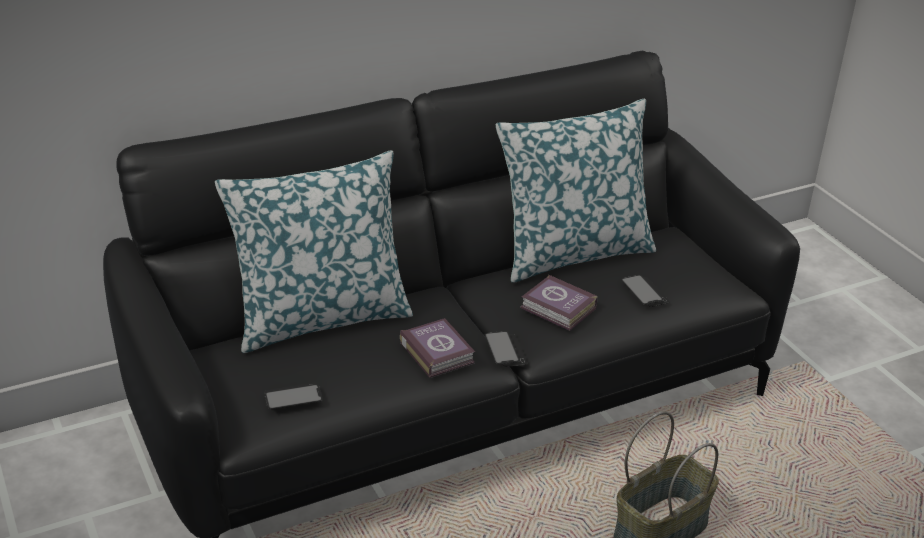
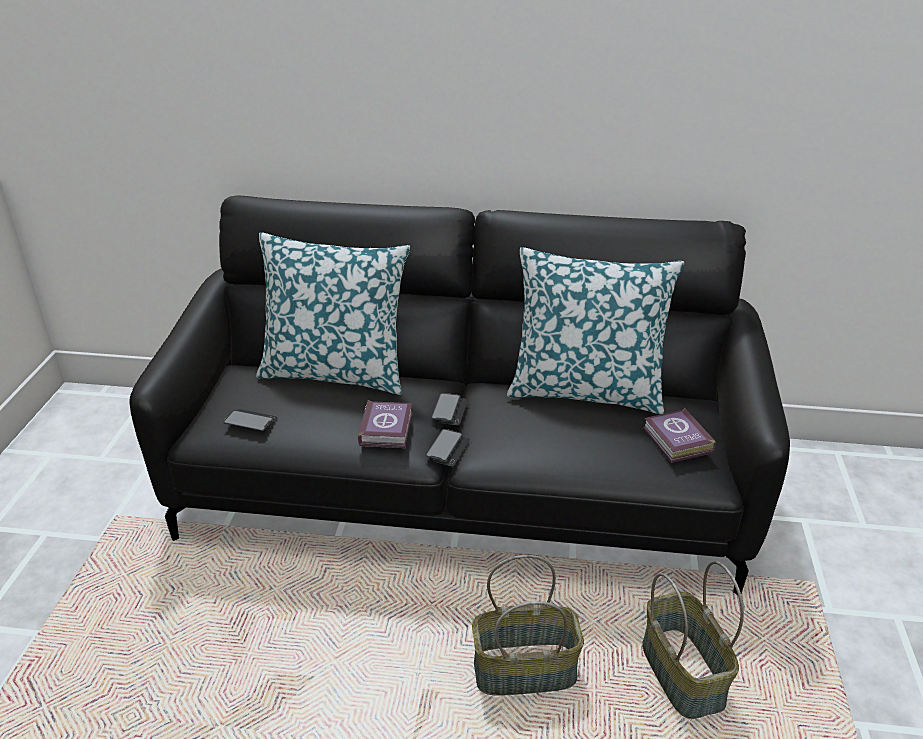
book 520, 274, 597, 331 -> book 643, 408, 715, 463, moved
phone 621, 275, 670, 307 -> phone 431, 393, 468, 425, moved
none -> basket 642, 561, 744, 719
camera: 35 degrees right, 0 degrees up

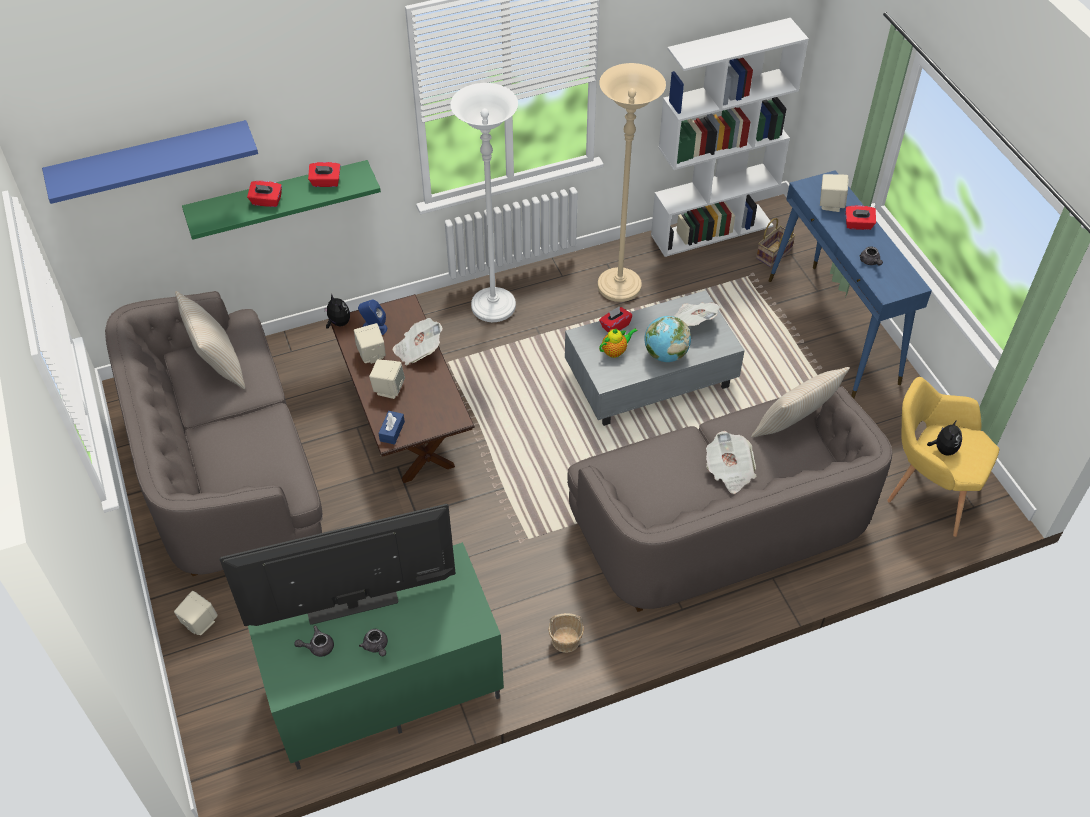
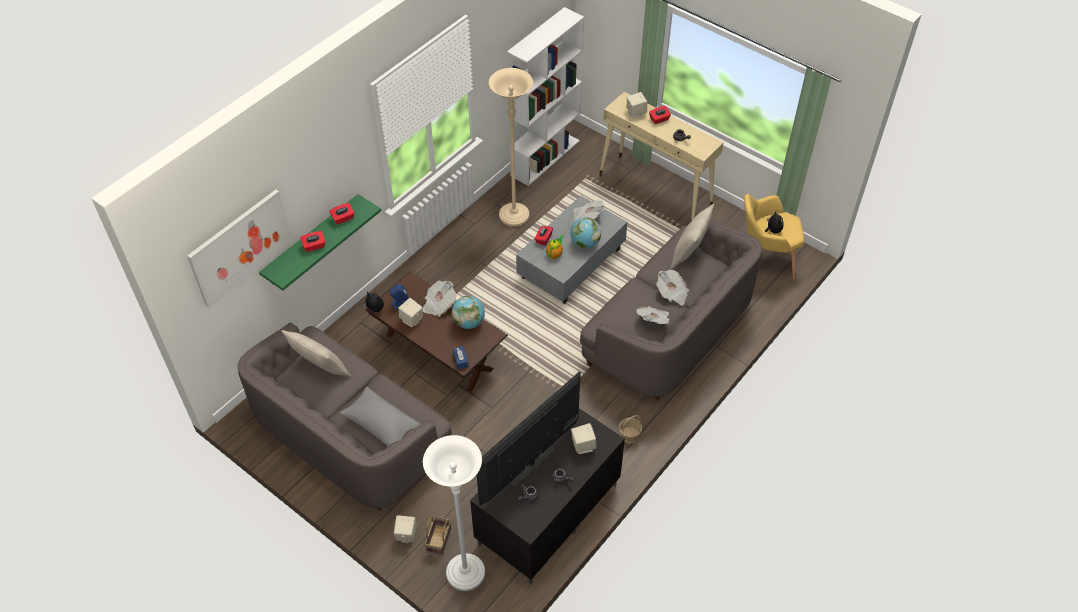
floor lamp (white) 451, 83, 518, 322 -> floor lamp (white) 423, 435, 485, 591, moved
shelf (blue) 42, 120, 258, 204 -> picture 187, 189, 292, 308
console table (blue) 769, 170, 932, 399 -> console table (beige) 599, 92, 724, 221
basket 756, 218, 796, 267 -> basket 425, 516, 451, 556, moved
speaker (beige) 369, 359, 405, 399 -> speaker (beige) 571, 423, 597, 454, moved
tv stand (green) 248, 542, 504, 770 -> tv stand (black) 470, 408, 625, 584
none -> globe 452, 296, 485, 329
none -> newspaper 636, 306, 670, 324
none -> pillow (grey) 340, 387, 420, 446
camera: 30 degrees left, 0 degrees up

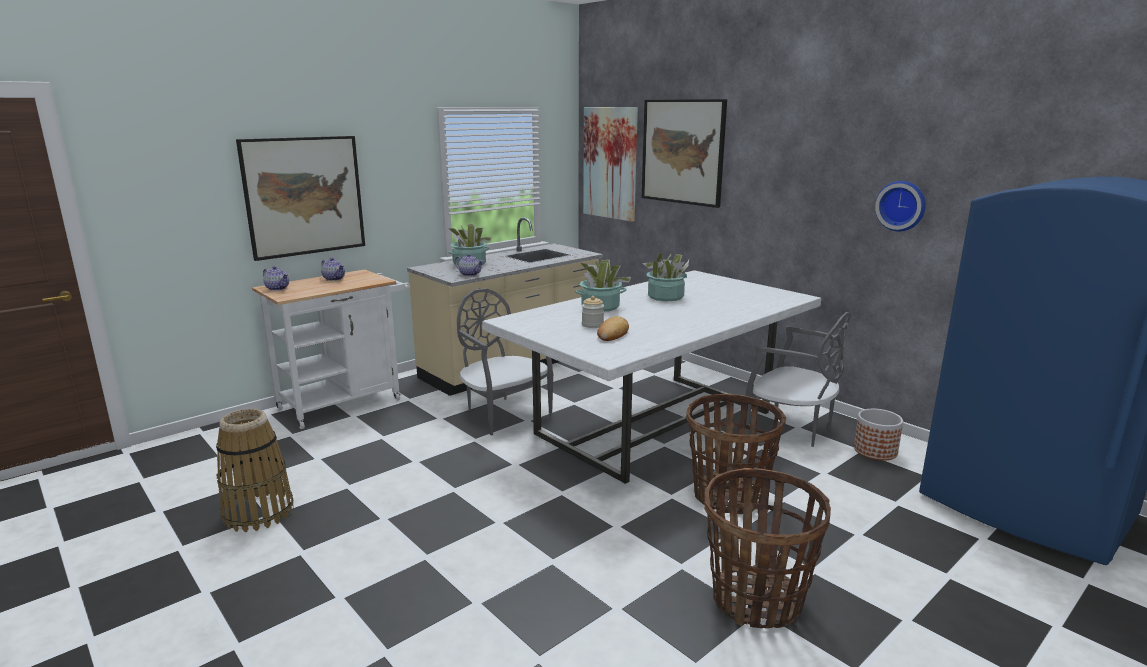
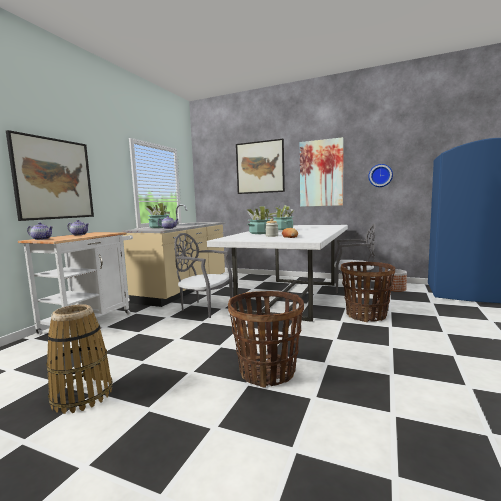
picture 583, 107, 638, 222 -> picture 300, 137, 344, 207, moved
basket 704, 468, 831, 628 -> basket 228, 291, 304, 388, moved
camera: 25 degrees left, 10 degrees down

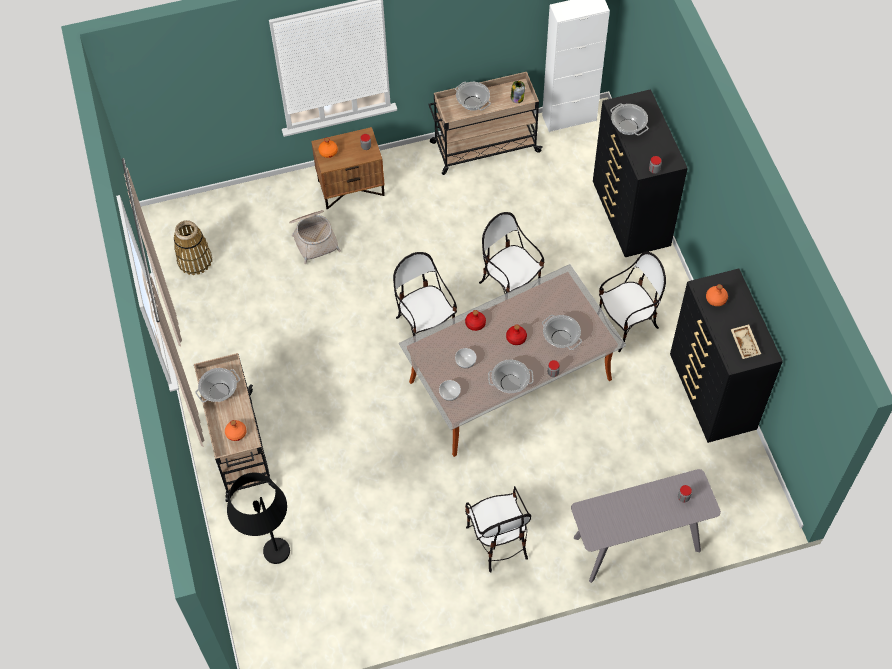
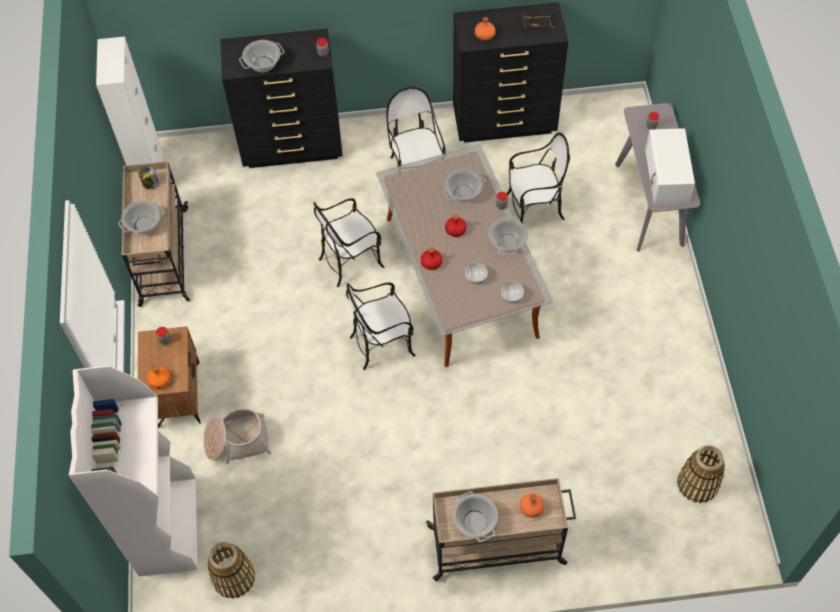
tray (beige) 731, 324, 761, 359 -> tray (black) 521, 13, 555, 29
floor lamp (black) 227, 473, 290, 564 -> none
chair 465, 486, 531, 572 -> chair 507, 133, 570, 223, moved
none -> microwave (white) 645, 128, 695, 204
none -> bookcase (white) 69, 366, 198, 576
none -> basket 677, 445, 725, 503
camera: 80 degrees left, 0 degrees up

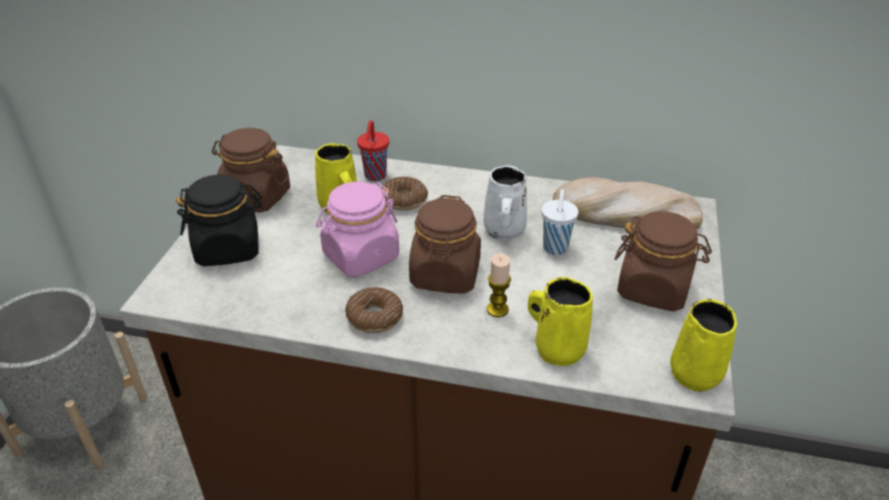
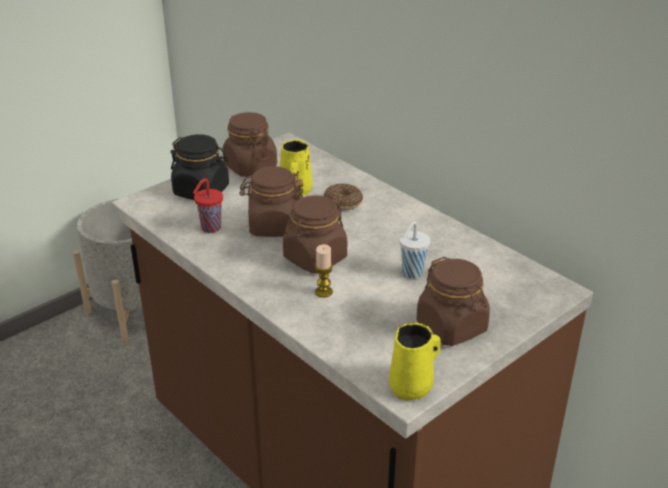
cup (red) 357, 120, 389, 181 -> cup (red) 193, 178, 223, 233, moved
mug (white) 483, 165, 527, 241 -> none
bread 553, 177, 703, 229 -> none
jar (pink) 316, 182, 399, 277 -> jar (brown) 239, 166, 303, 237
mug (yellow) 528, 277, 593, 366 -> none
donut 345, 287, 403, 333 -> none
camera: 35 degrees right, 5 degrees down

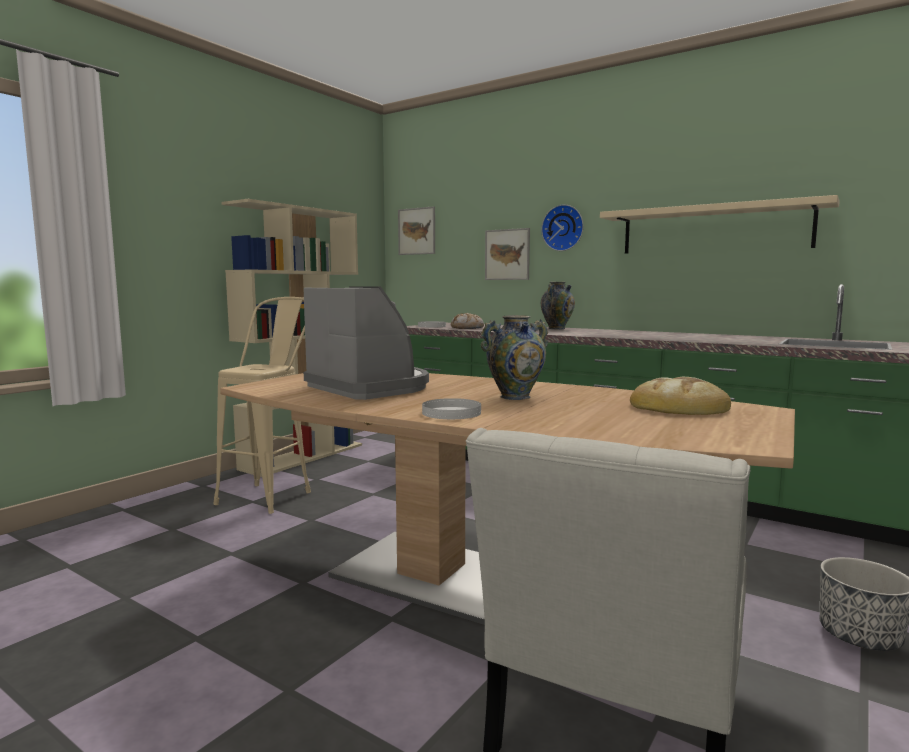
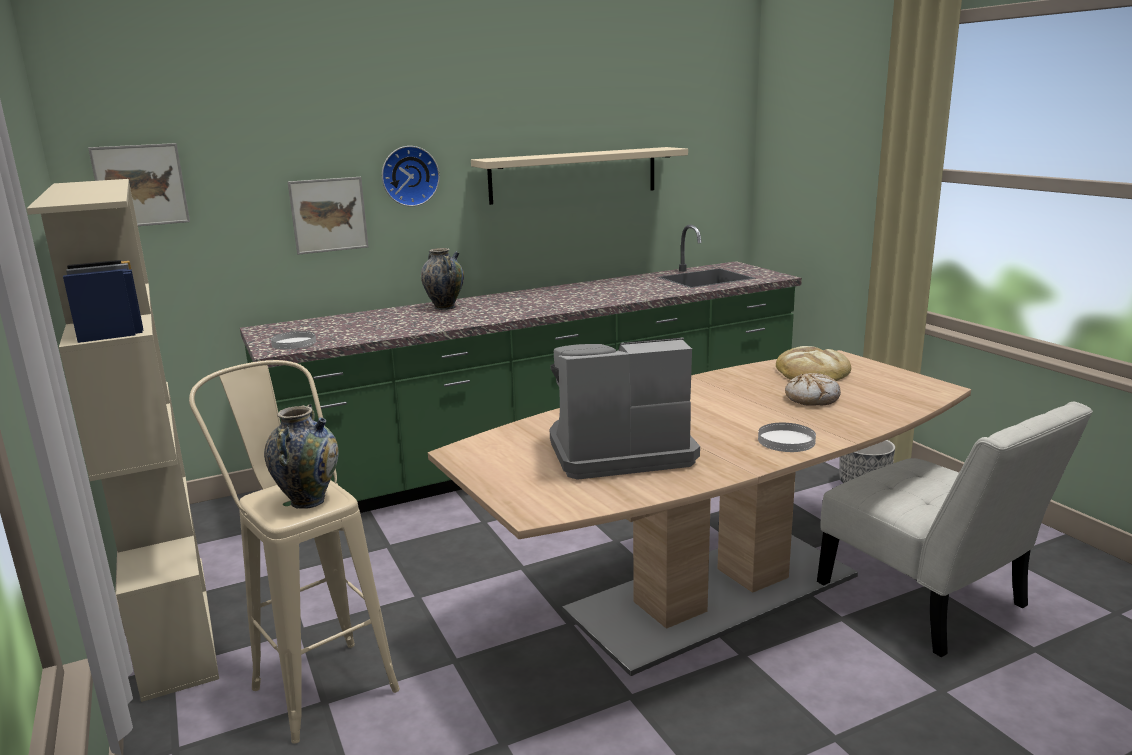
bread 451, 313, 484, 329 -> bread 785, 373, 841, 406, moved
vase 481, 315, 548, 400 -> vase 264, 404, 338, 509, moved
camera: 60 degrees left, 10 degrees up

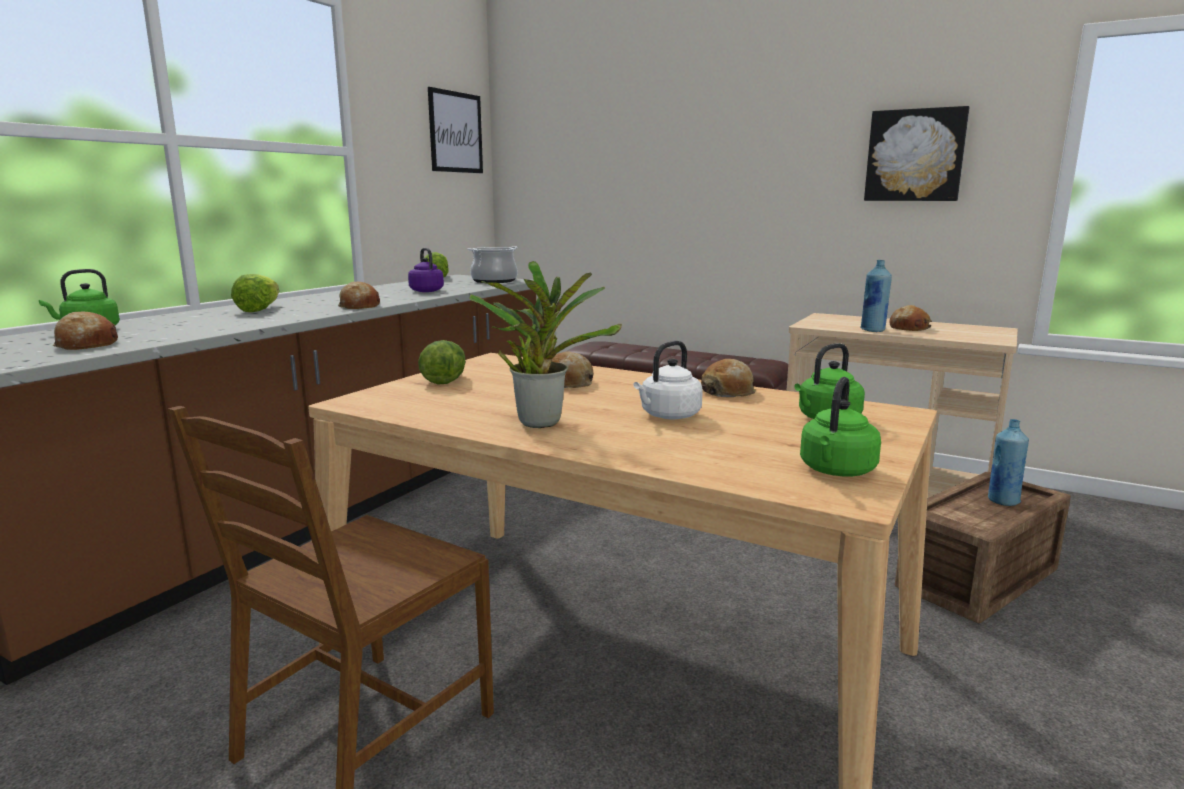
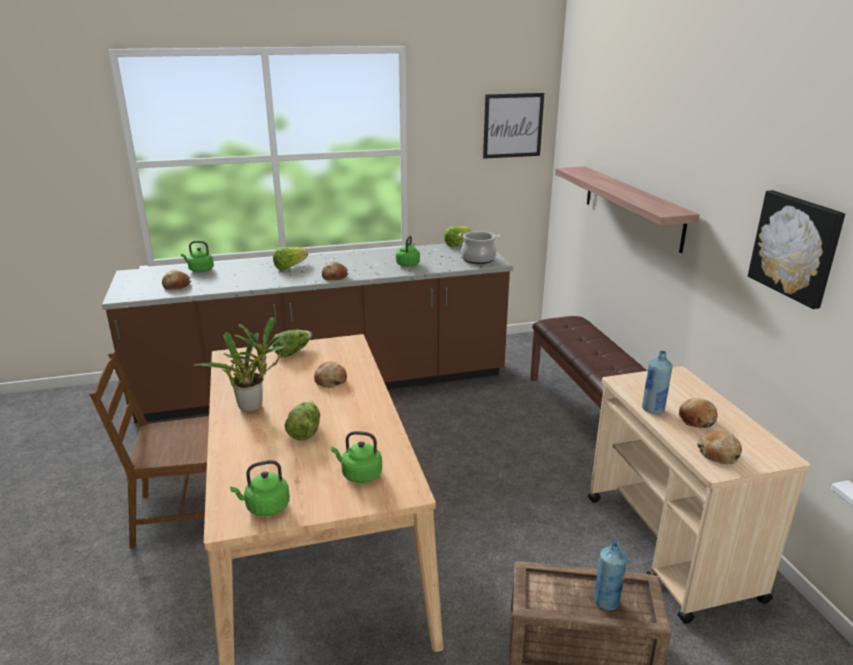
kettle (purple) 408, 248, 444, 292 -> kettle (green) 396, 235, 420, 267
kettle (white) 634, 341, 703, 419 -> lettuce 285, 401, 320, 440
bread 701, 359, 756, 397 -> bread 697, 431, 742, 464, moved
none -> shelf 555, 166, 700, 253
camera: 45 degrees right, 10 degrees up

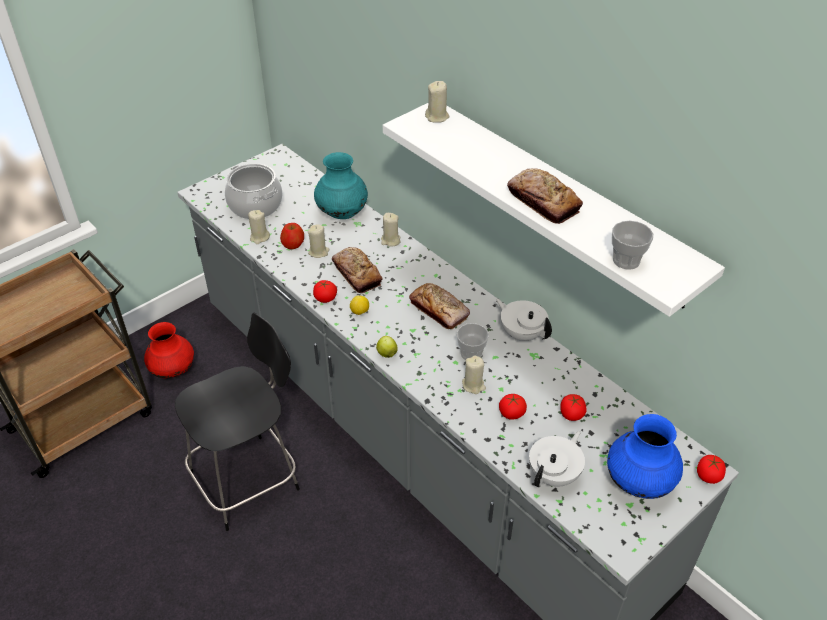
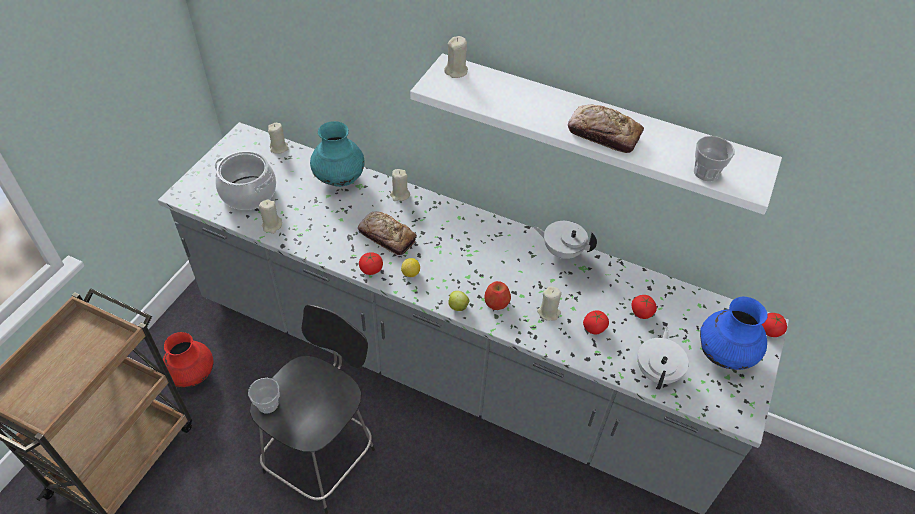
apple 280, 223, 304, 249 -> apple 484, 281, 511, 310, moved
candle (beige) 308, 224, 329, 258 -> candle (beige) 268, 123, 289, 154, moved
bread 409, 283, 470, 329 -> none
cup 457, 323, 489, 360 -> cup 248, 378, 279, 414, moved
camera: 25 degrees left, 5 degrees up

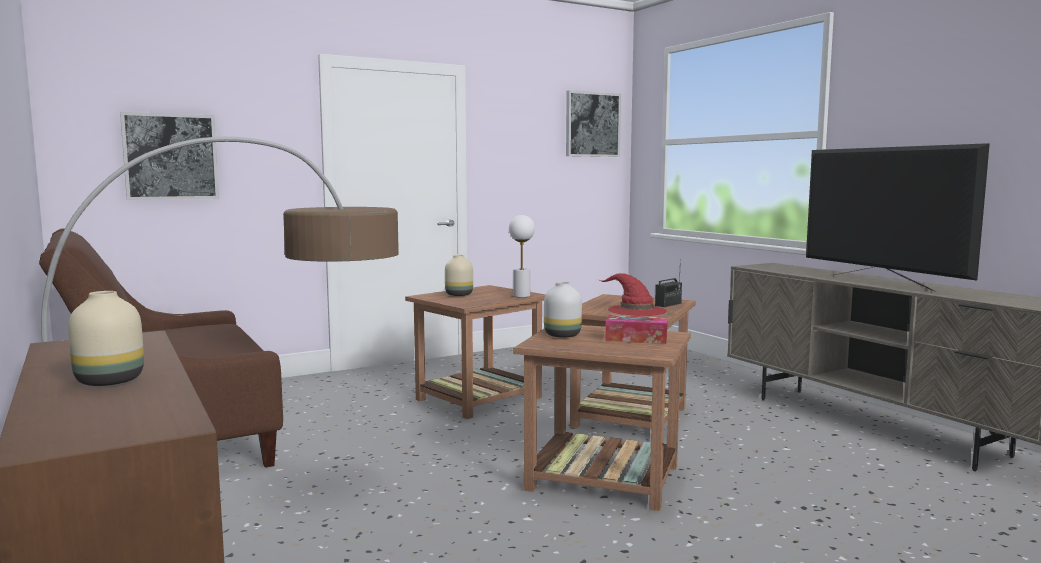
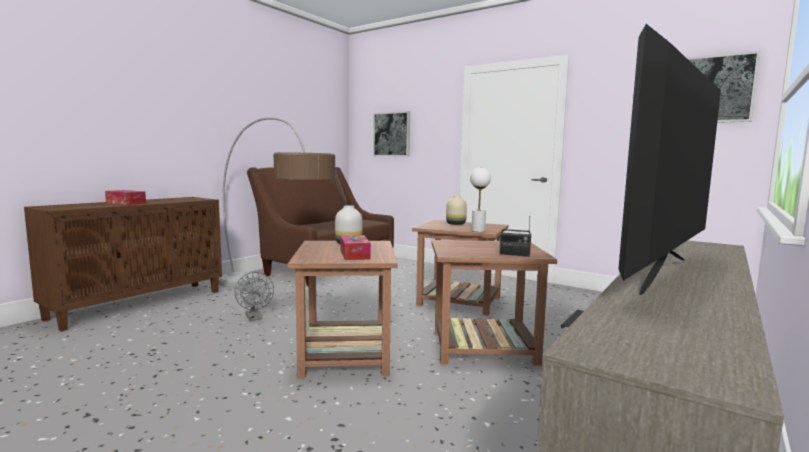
hat (red) 599, 273, 667, 316 -> none
vase (beige) 68, 291, 144, 386 -> tissue box 105, 190, 146, 205
none -> fan (grey) 235, 272, 274, 321
camera: 65 degrees right, 0 degrees up

